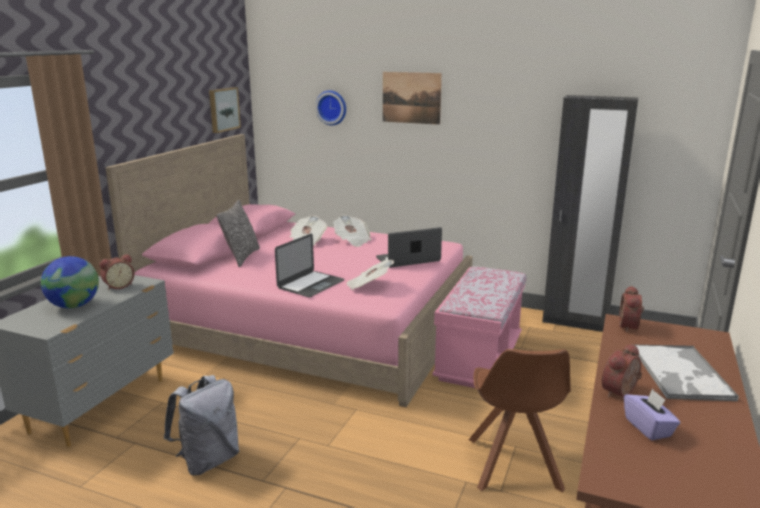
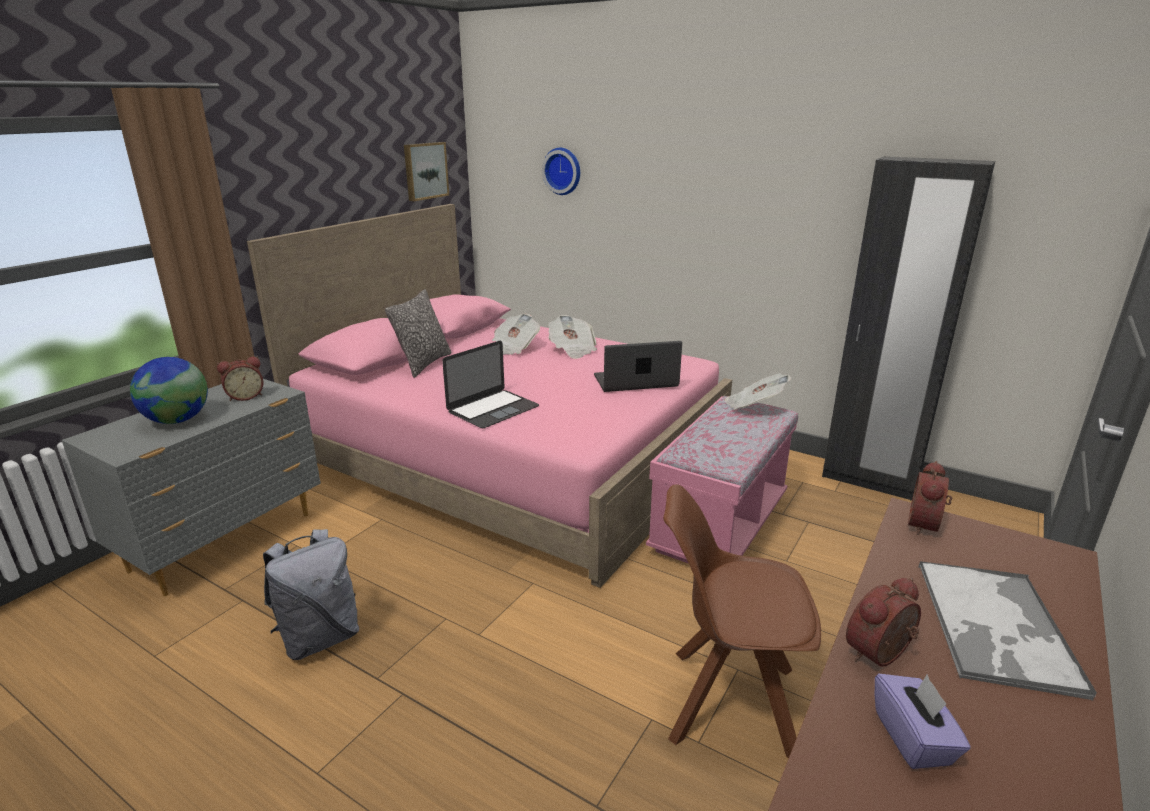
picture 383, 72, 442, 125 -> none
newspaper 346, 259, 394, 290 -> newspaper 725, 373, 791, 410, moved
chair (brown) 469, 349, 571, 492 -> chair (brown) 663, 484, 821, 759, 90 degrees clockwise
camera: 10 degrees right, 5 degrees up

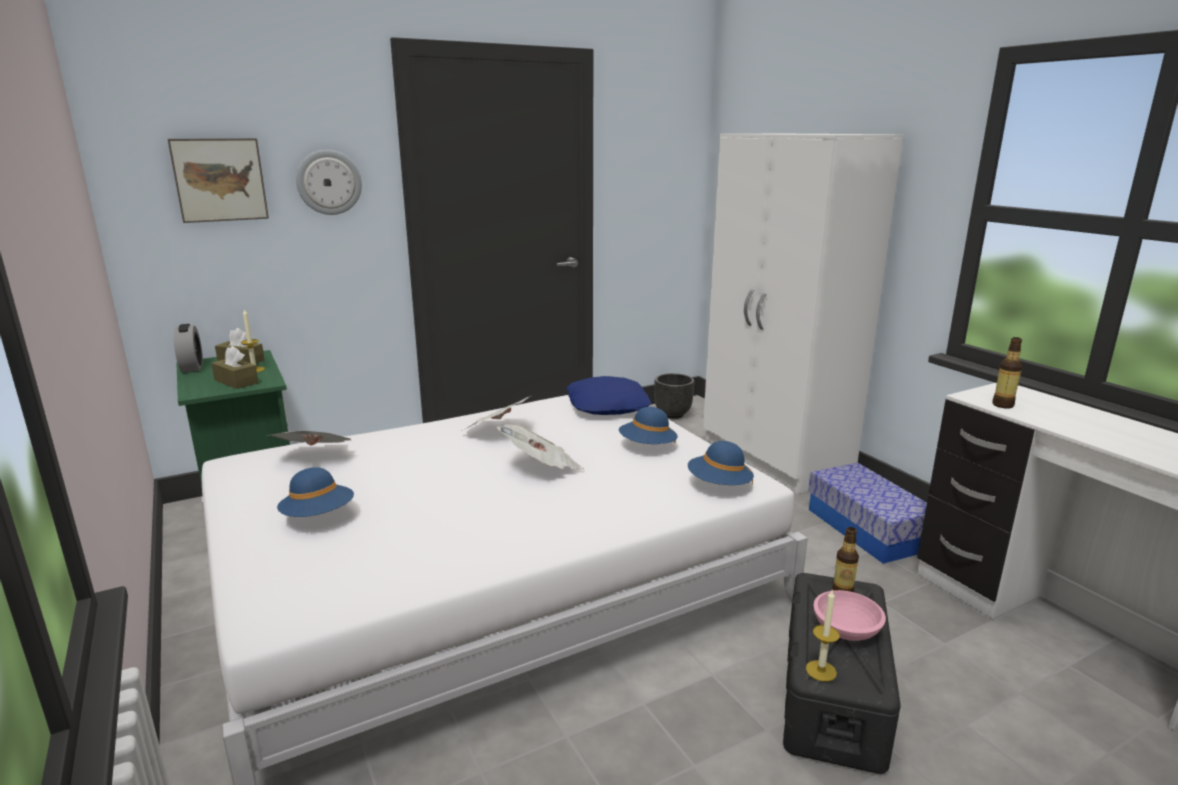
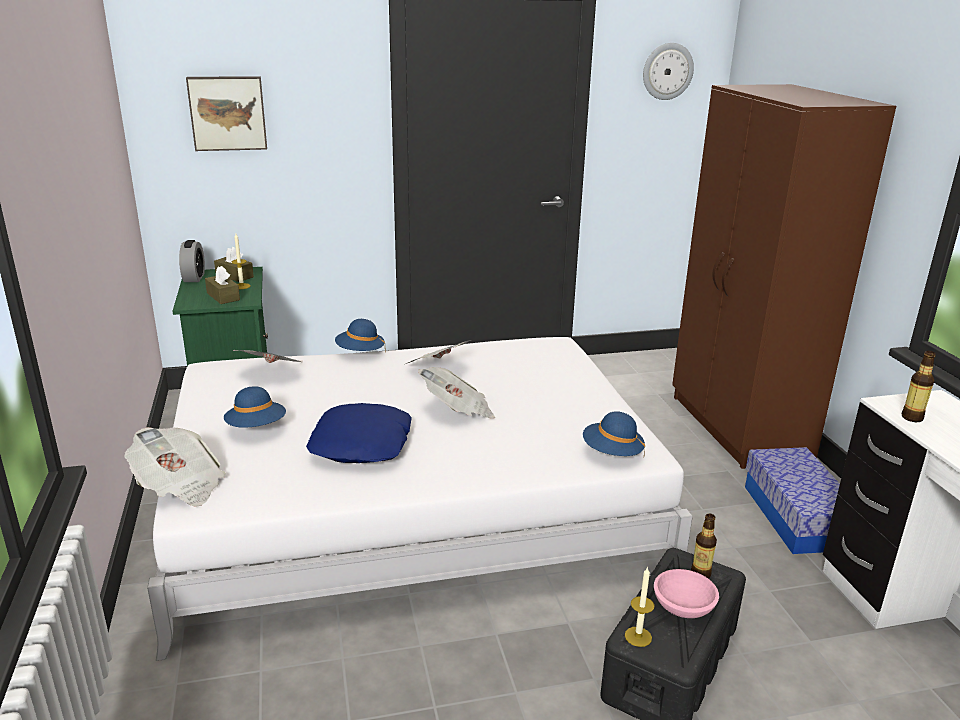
wardrobe (white) 703, 134, 903, 494 -> wardrobe (brown) 672, 84, 896, 469
wall clock 296, 150, 362, 215 -> wall clock 643, 43, 694, 100, moved
planter (black) 654, 373, 694, 419 -> none
pillow (blue) 567, 376, 651, 415 -> pillow (blue) 306, 403, 412, 463, moved
hat (blue) 619, 407, 678, 444 -> hat (blue) 335, 319, 386, 352, moved
none -> newspaper 125, 427, 226, 507
camera: 15 degrees right, 5 degrees up

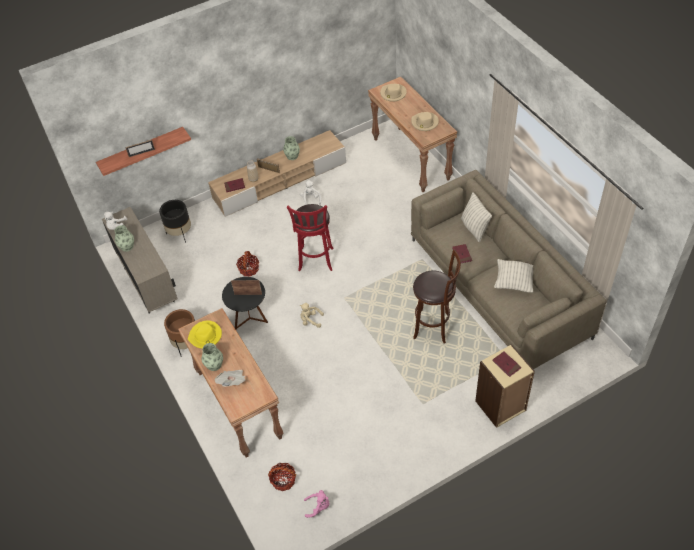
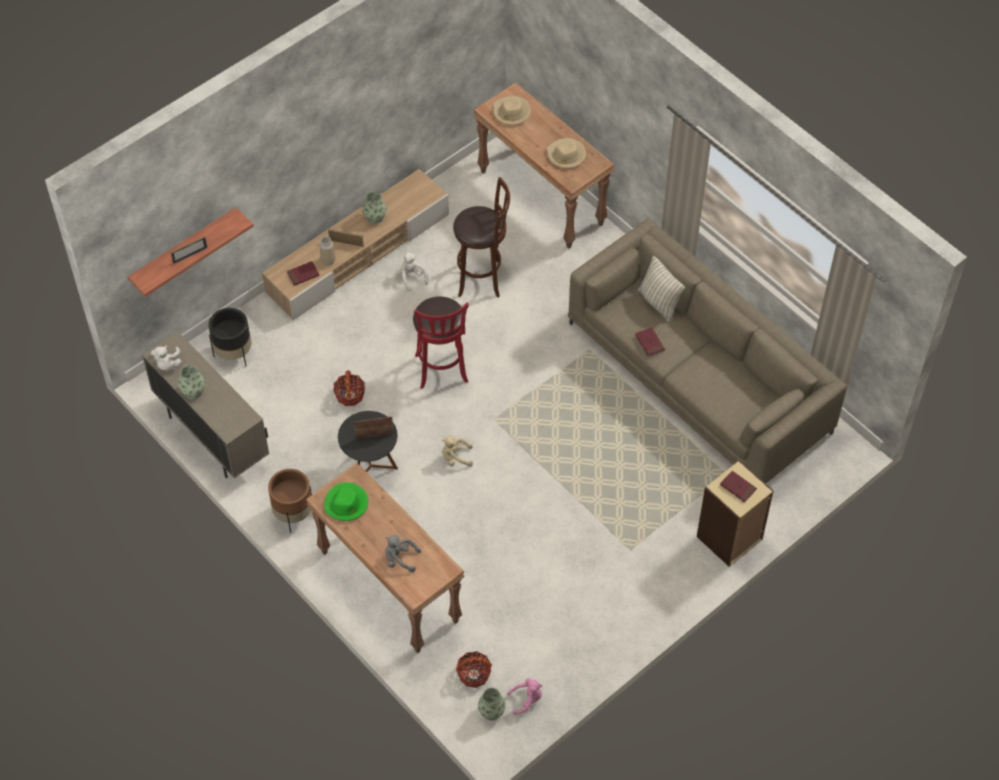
stool (brown) 413, 249, 461, 343 -> stool (brown) 453, 177, 510, 297, moved
pillow 494, 259, 533, 293 -> none
hat (yellow) 188, 321, 222, 349 -> hat (green) 324, 482, 368, 521
vase 202, 343, 223, 371 -> vase 478, 688, 506, 721, moved
newspaper 215, 370, 246, 387 -> plush toy (grey) 385, 535, 421, 572
camera: 15 degrees left, 5 degrees up

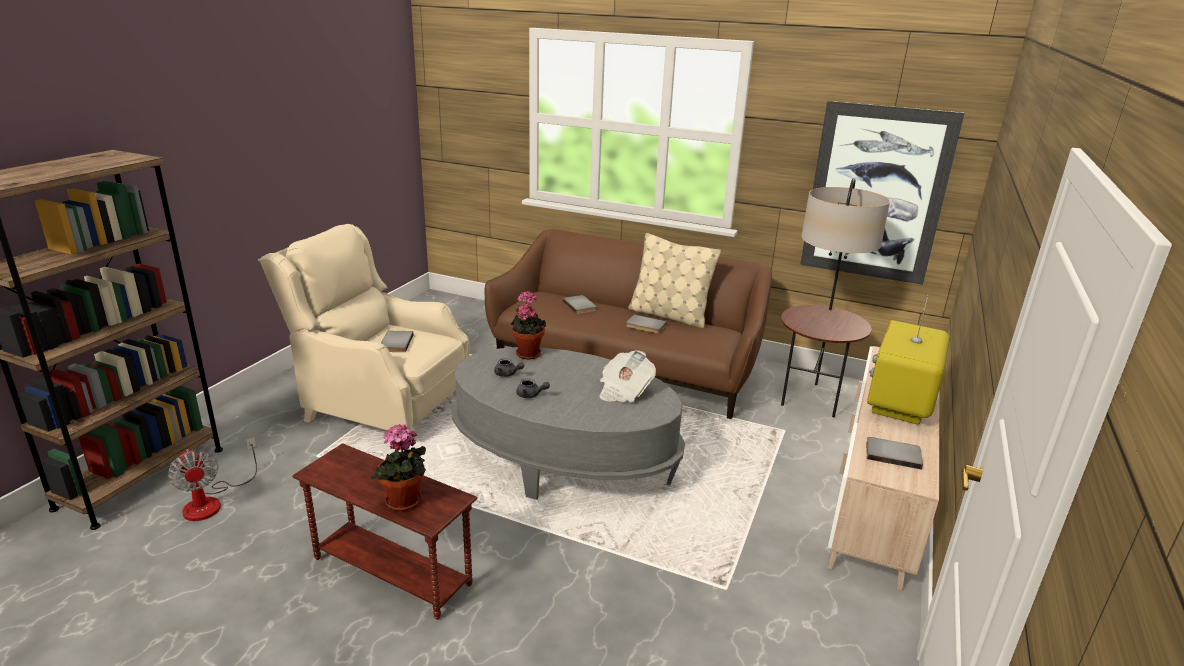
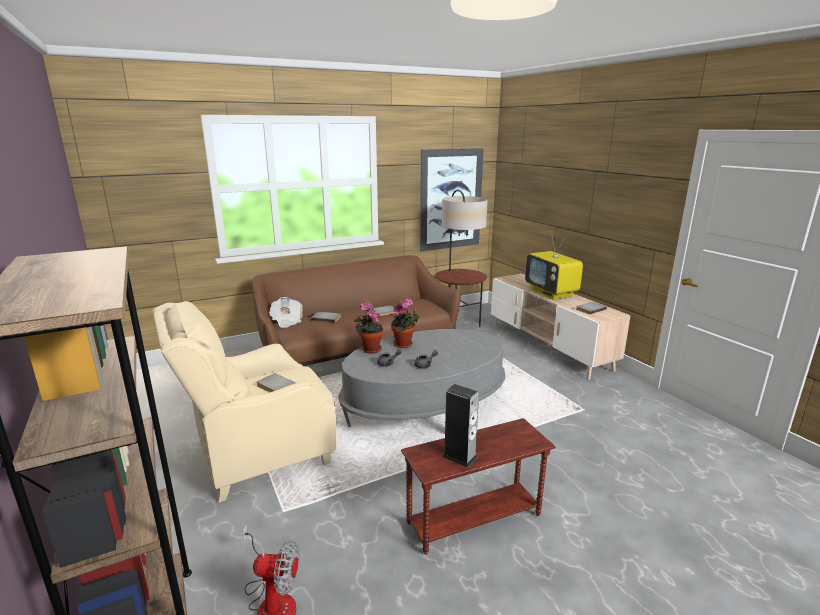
pillow (beige) 628, 233, 721, 328 -> none
newspaper 599, 350, 656, 403 -> newspaper 269, 297, 303, 328, moved
potted plant 372, 424, 426, 511 -> potted plant 391, 298, 419, 348, moved
none -> speaker 442, 384, 479, 468
camera: 50 degrees left, 5 degrees down

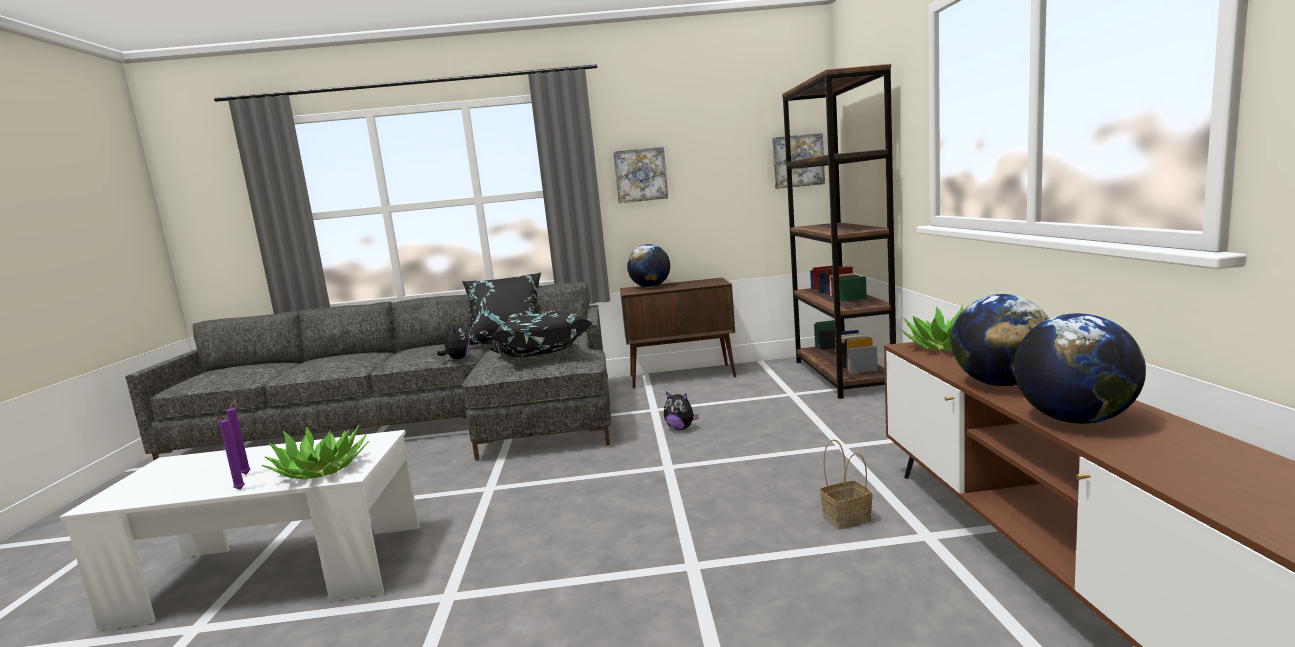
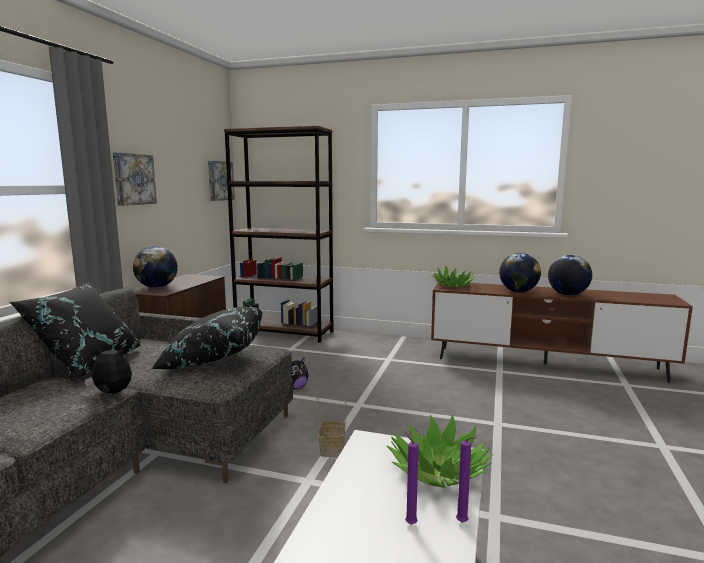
basket 820, 439, 873, 530 -> basket 316, 396, 346, 457, moved
camera: 70 degrees left, 0 degrees up

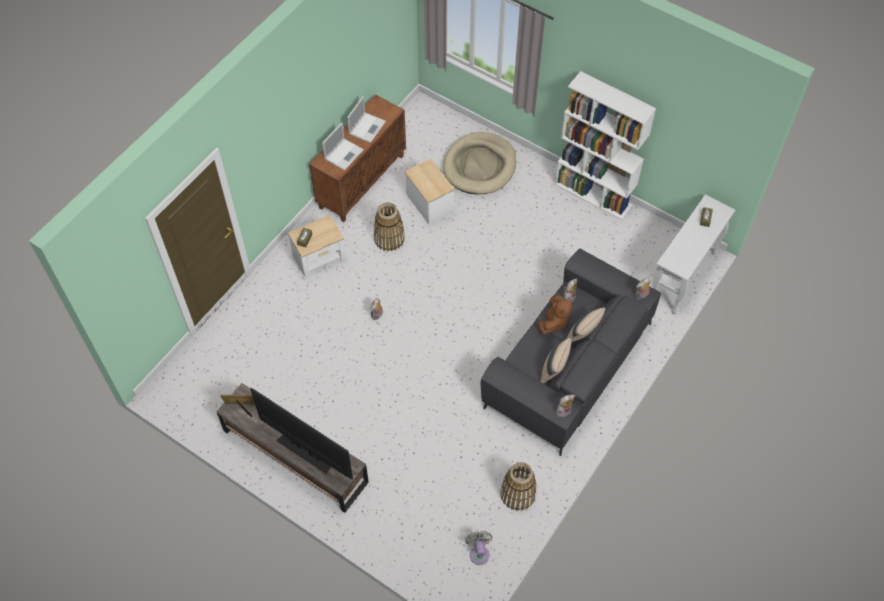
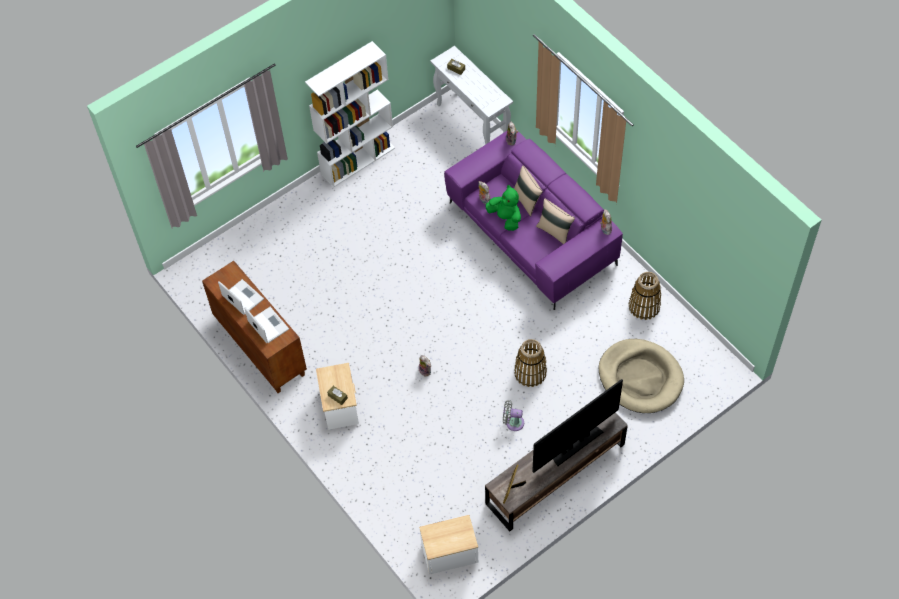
dog bed (beige) 443, 132, 516, 194 -> dog bed (beige) 599, 339, 684, 413, moved
side table 404, 159, 454, 224 -> side table 419, 515, 478, 575, moved
basket 374, 202, 405, 251 -> basket 514, 339, 547, 387, moved
sofa (grey) 481, 248, 661, 456 -> sofa (purple) 444, 130, 623, 310
plush toy (brown) 538, 295, 572, 334 -> plush toy (green) 486, 185, 521, 231
fan (grey) 465, 531, 492, 565 -> fan (grey) 503, 400, 524, 431, moved
camera: 70 degrees left, 0 degrees up

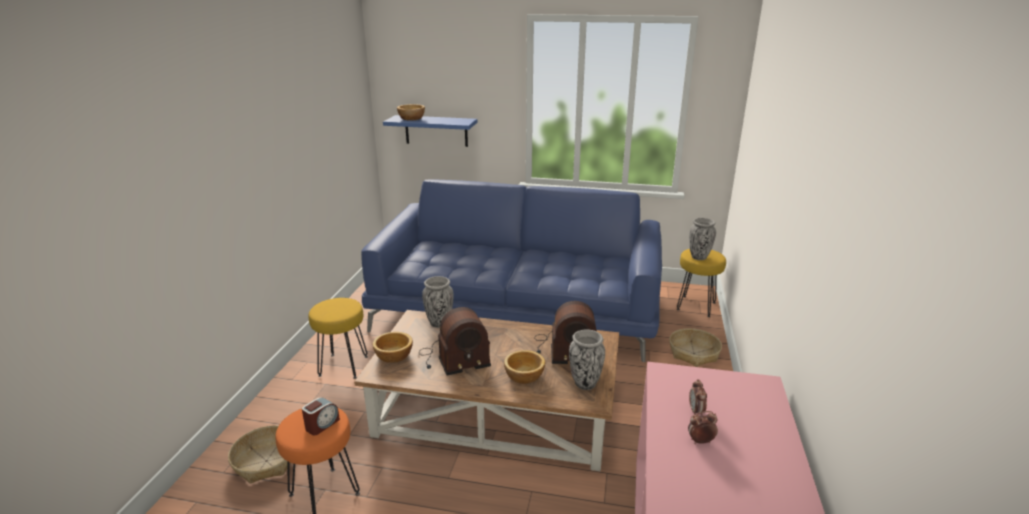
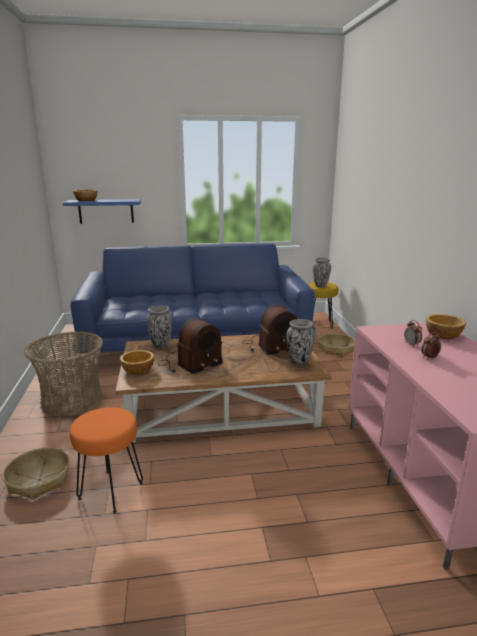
stool (yellow) 308, 298, 368, 379 -> basket 24, 332, 103, 416
bowl 504, 350, 545, 384 -> bowl 426, 314, 466, 339, moved
alarm clock 302, 397, 340, 436 -> none
camera: 20 degrees left, 5 degrees down

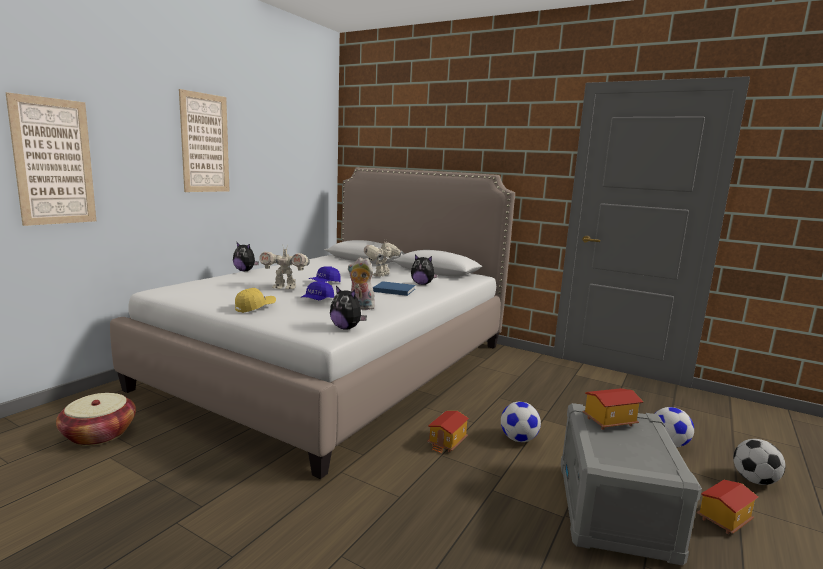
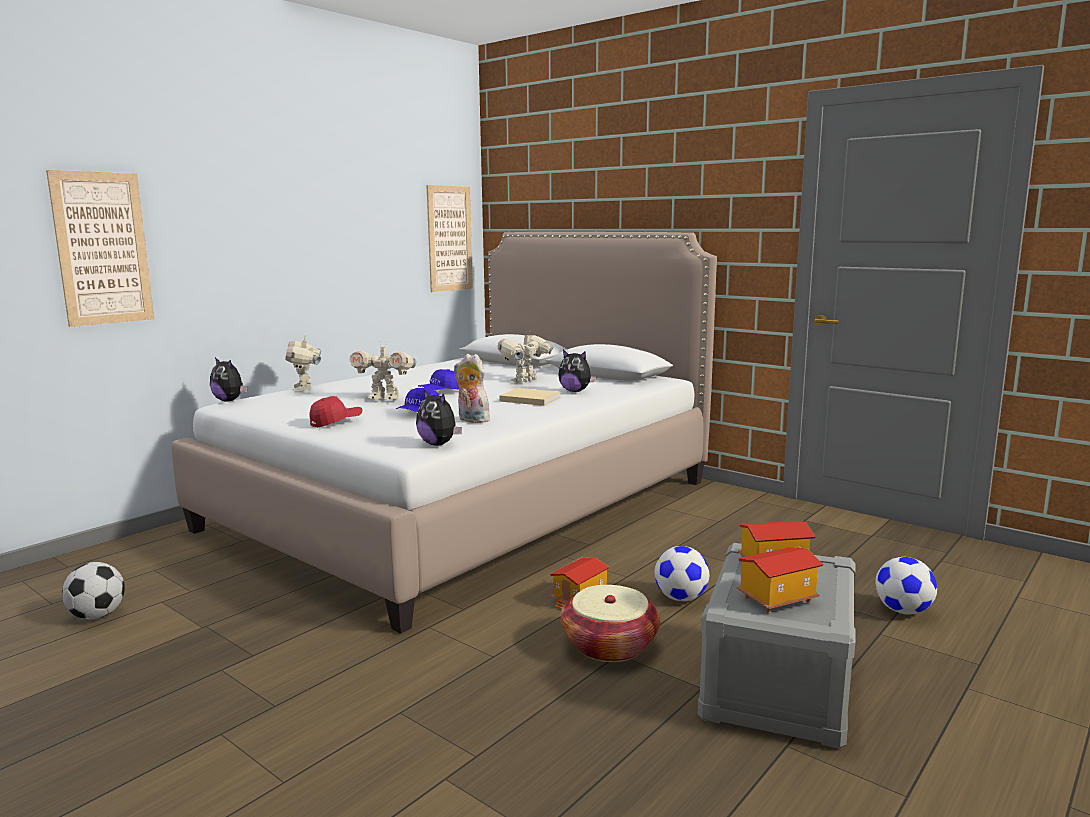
picture 179, 89, 230, 192 -> picture 426, 185, 473, 292, moved
plush toy 233, 242, 259, 271 -> plush toy 210, 357, 247, 401, moved
book (blue) 373, 281, 416, 296 -> book (beige) 499, 388, 561, 406
cap (yellow) 235, 288, 276, 313 -> cap (red) 309, 396, 362, 428
basket 56, 393, 136, 446 -> basket 560, 585, 660, 662, moved
football 733, 439, 785, 485 -> football 62, 562, 125, 619, moved
toy house 697, 480, 758, 534 -> toy house 737, 547, 824, 613, moved
none -> toy robot 285, 335, 321, 390
camera: 10 degrees right, 0 degrees up

